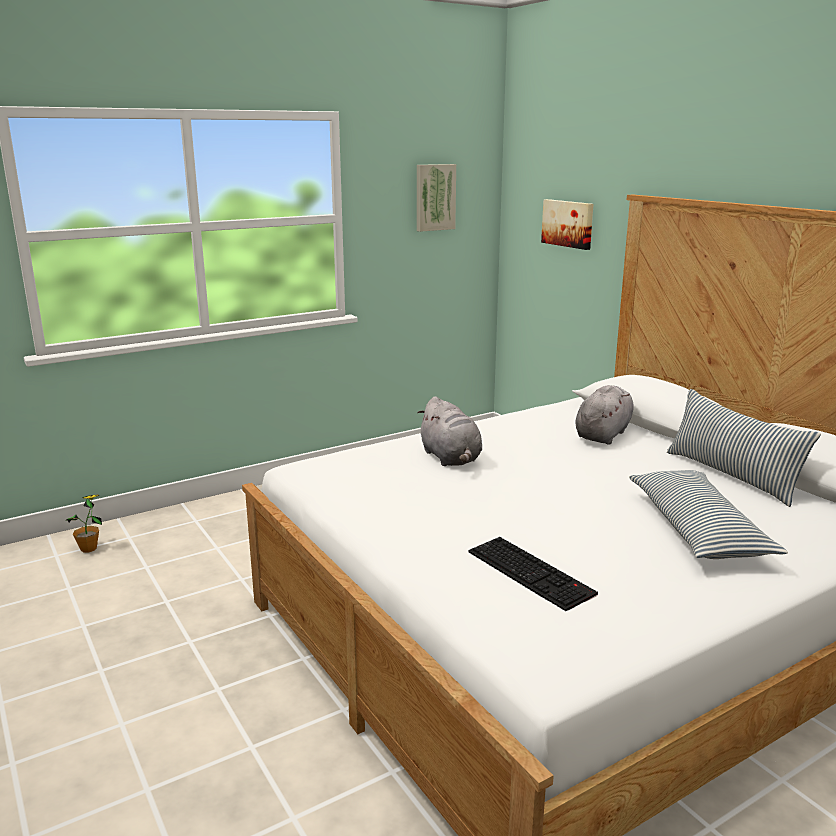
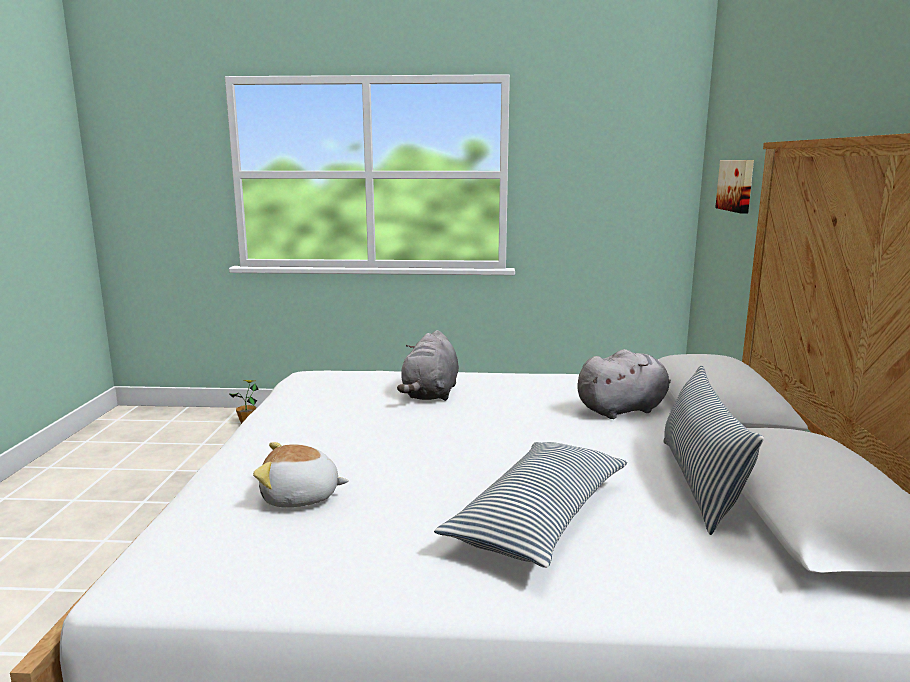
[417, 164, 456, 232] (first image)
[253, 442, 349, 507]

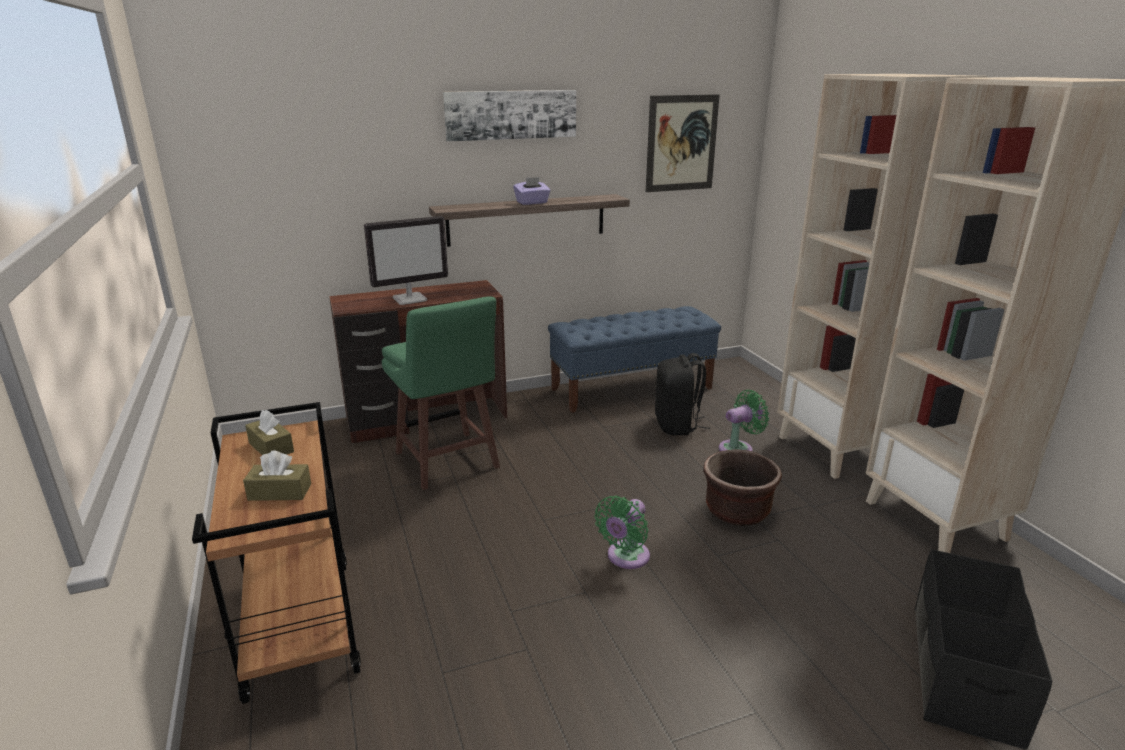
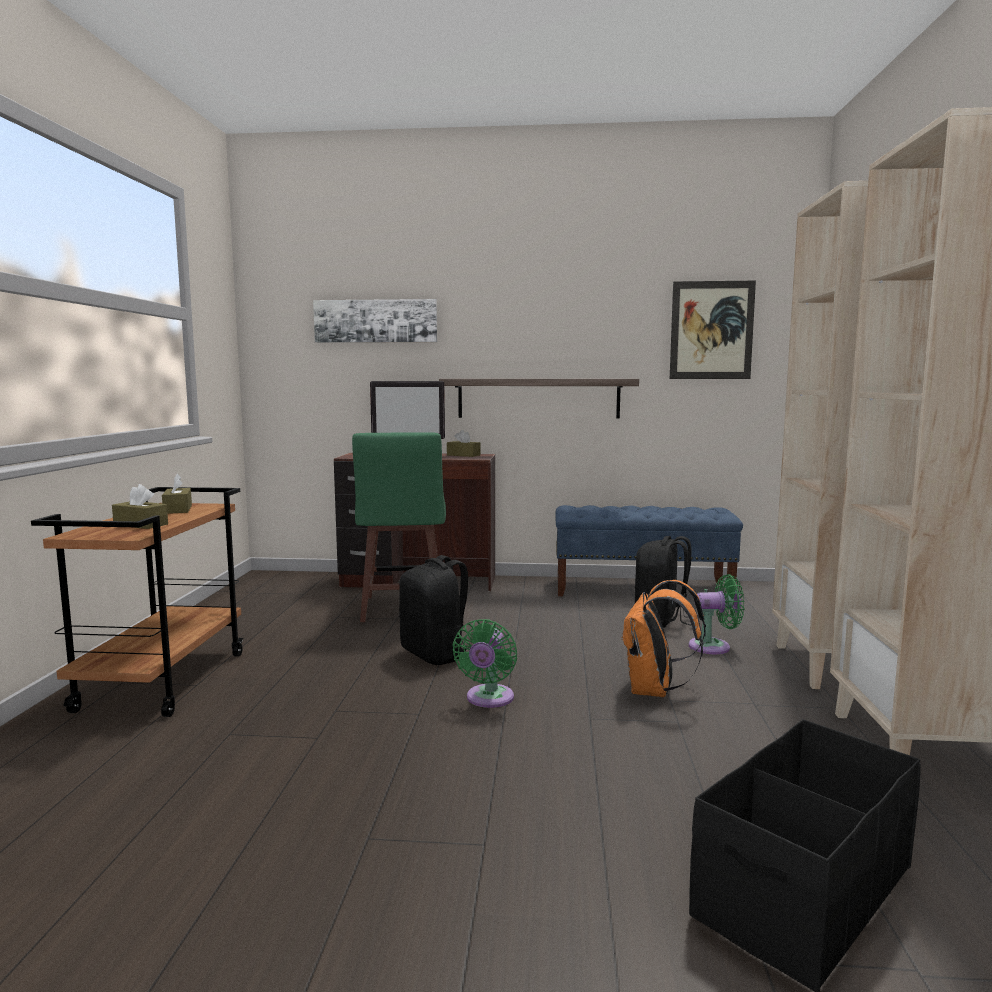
[313, 299, 437, 343]
[513, 177, 551, 205] (first image)
[453, 619, 517, 708]
[621, 580, 706, 697]
[399, 555, 471, 665]
[447, 430, 480, 457]

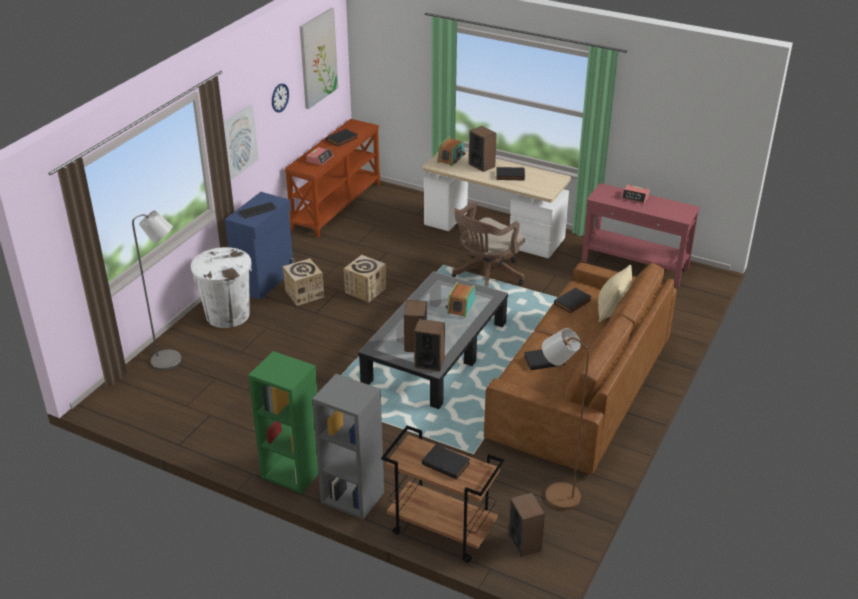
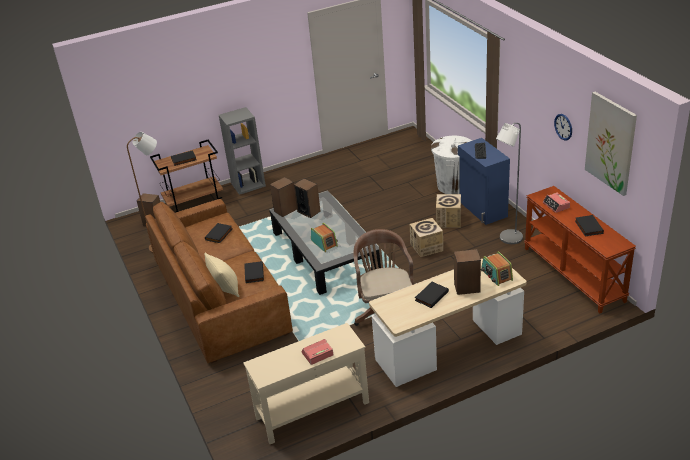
[496, 123, 523, 244]
[223, 105, 259, 180] (first image)
[248, 351, 318, 494] (first image)
[243, 323, 369, 444]

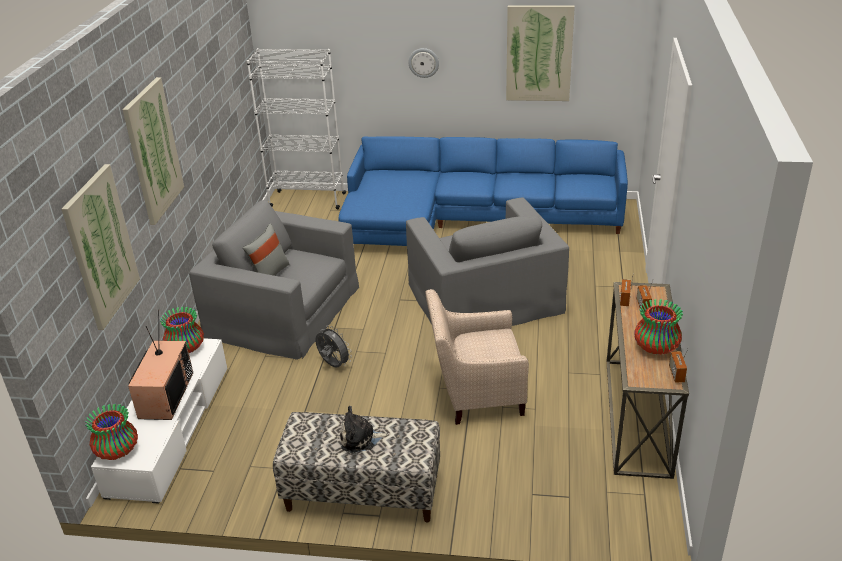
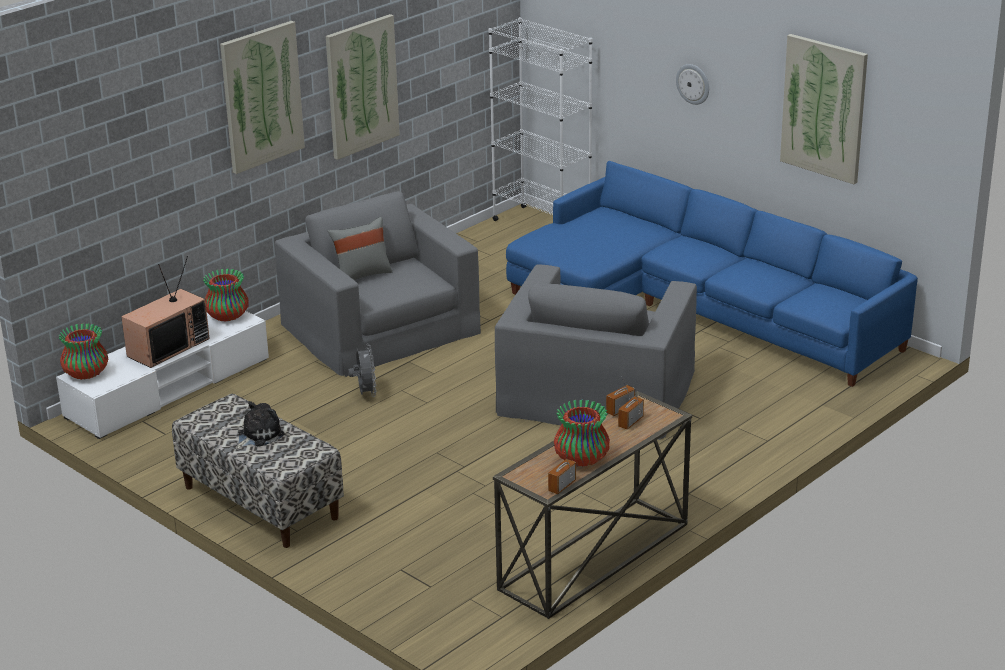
[326, 14, 400, 160]
[235, 401, 285, 449]
[425, 289, 529, 425] (first image)

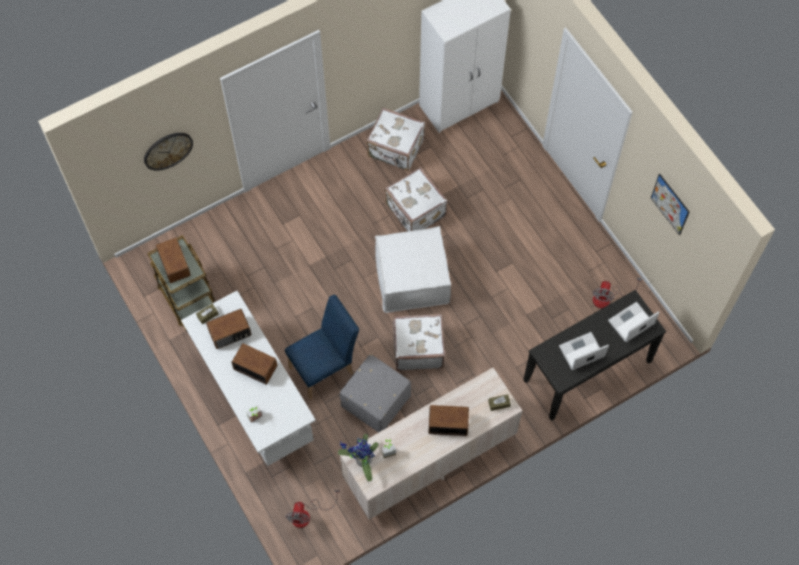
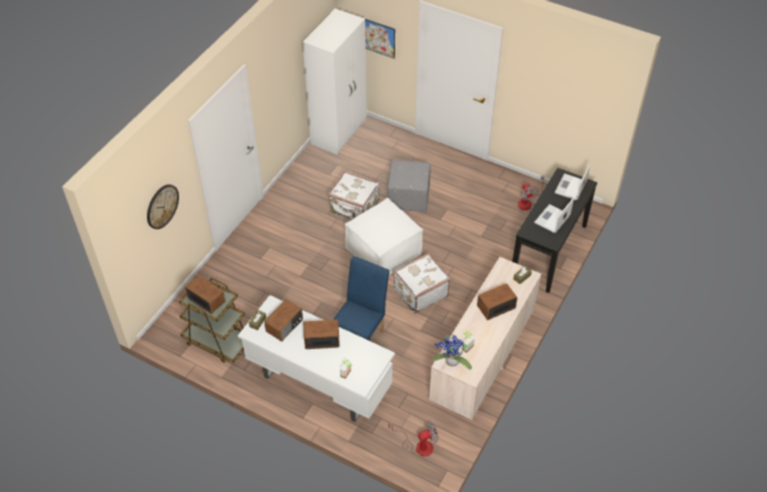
[388, 422, 438, 457]
[387, 160, 431, 212]
[366, 108, 425, 171] (first image)
[365, 19, 395, 59]

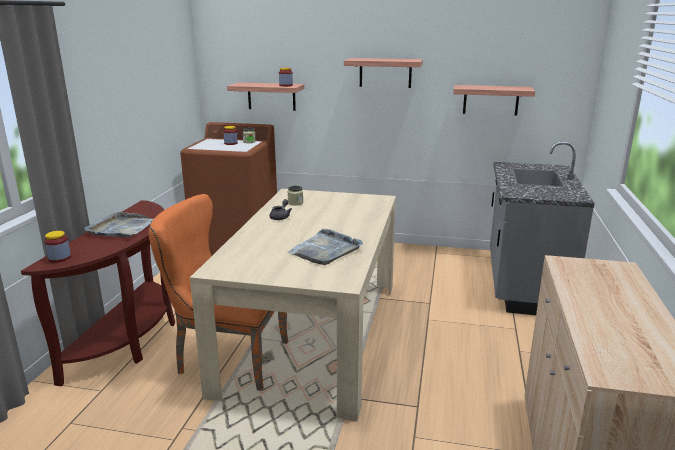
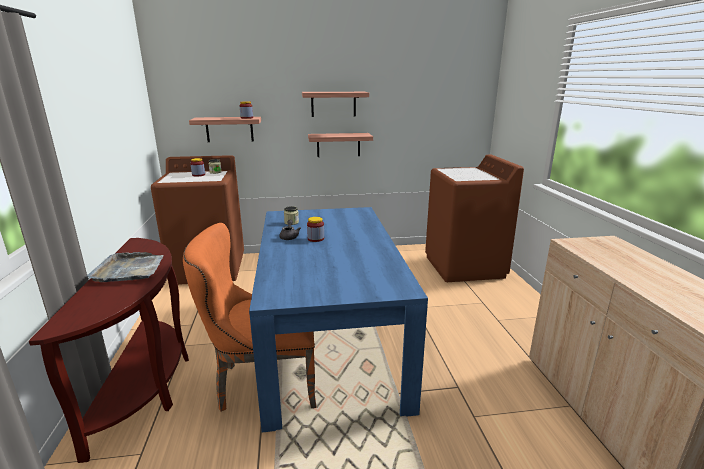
[307, 217, 324, 242]
[249, 207, 428, 432]
[288, 229, 363, 265] (first image)
[308, 133, 373, 157]
[425, 155, 524, 282]

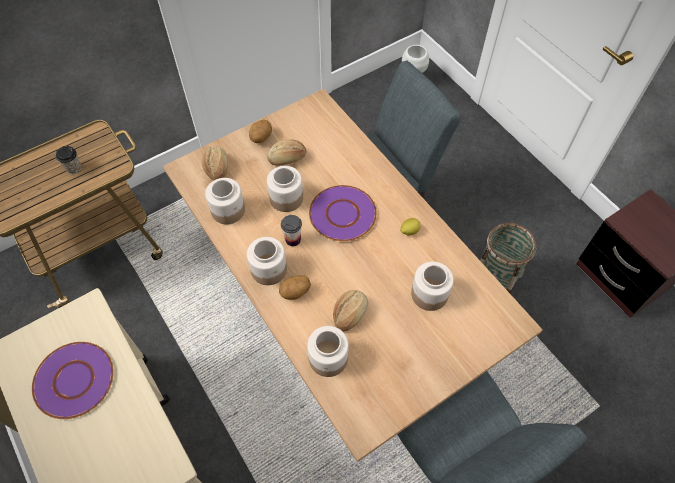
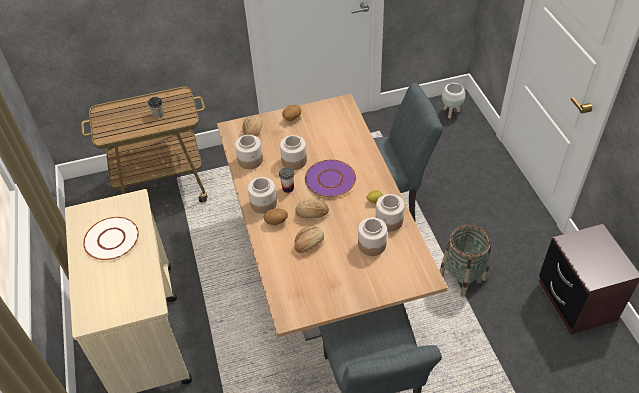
[83, 217, 139, 260]
[295, 198, 329, 218]
[376, 194, 405, 232]

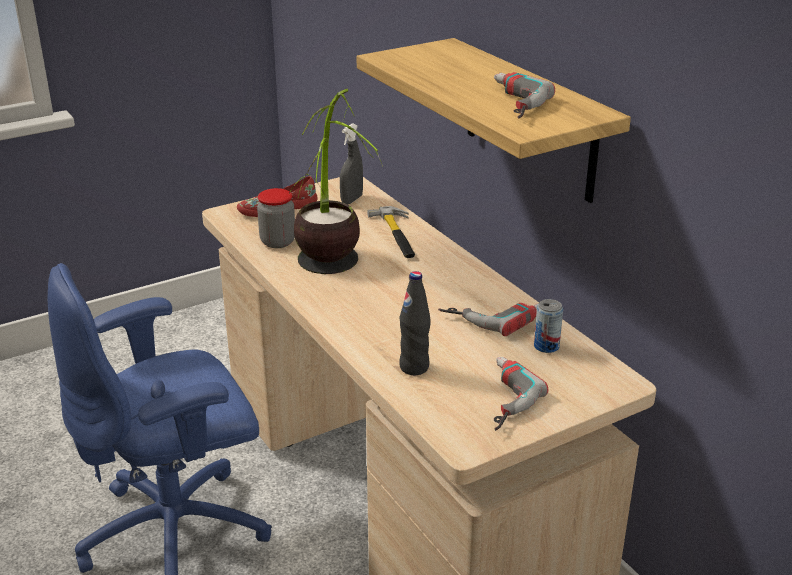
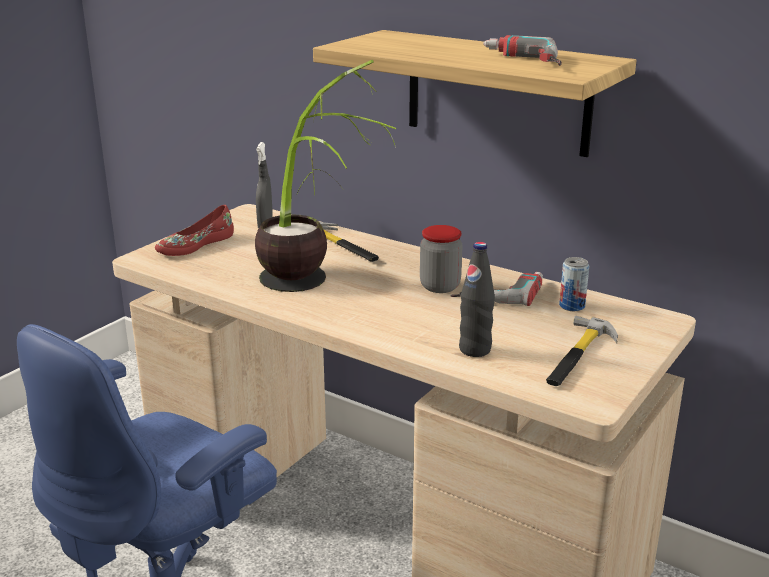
[420, 225, 463, 293]
[546, 315, 618, 386]

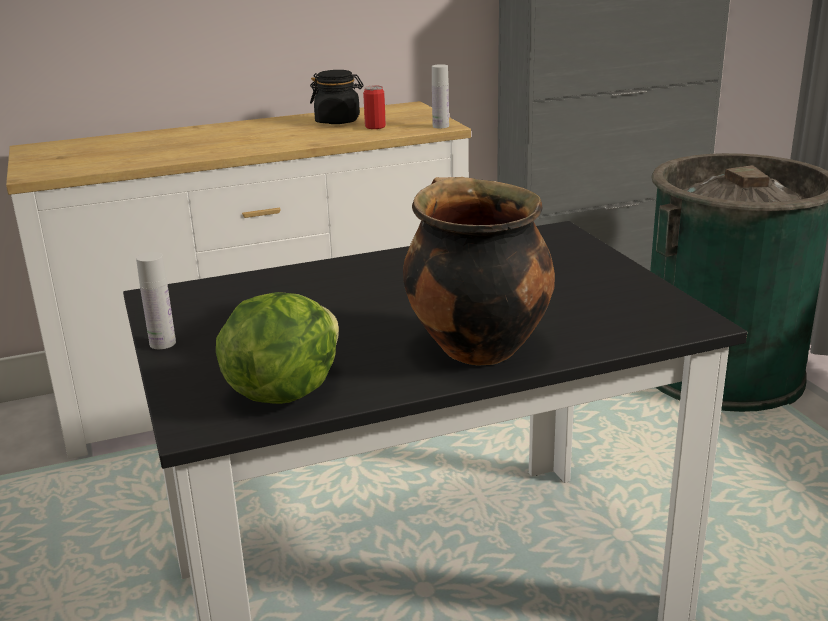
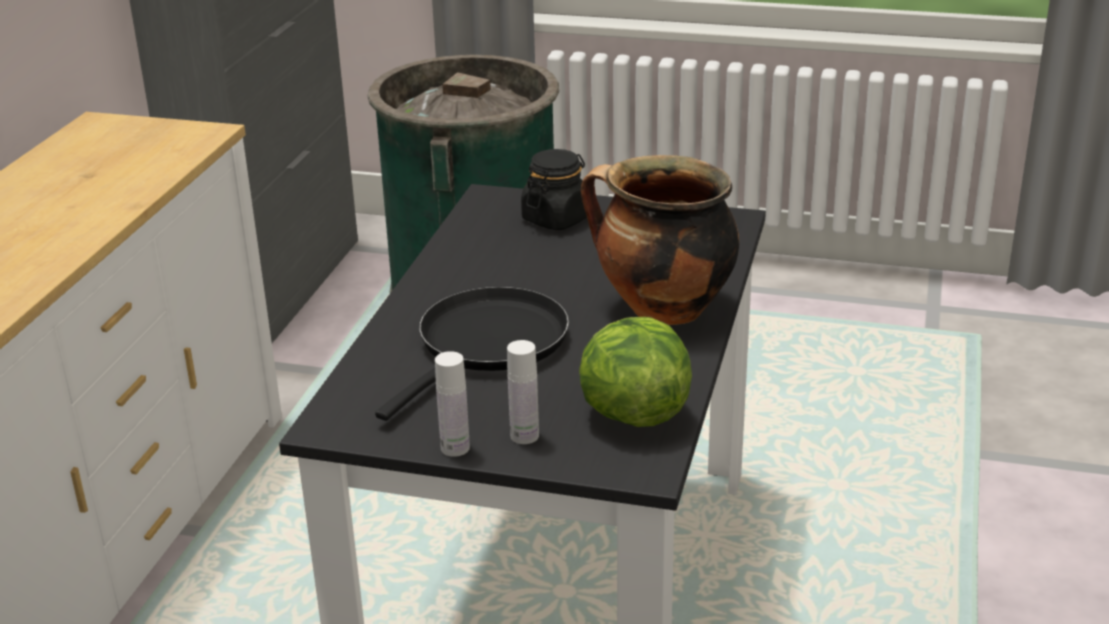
[521, 149, 587, 230]
[363, 85, 386, 129] (first image)
[507, 340, 539, 444]
[375, 287, 569, 421]

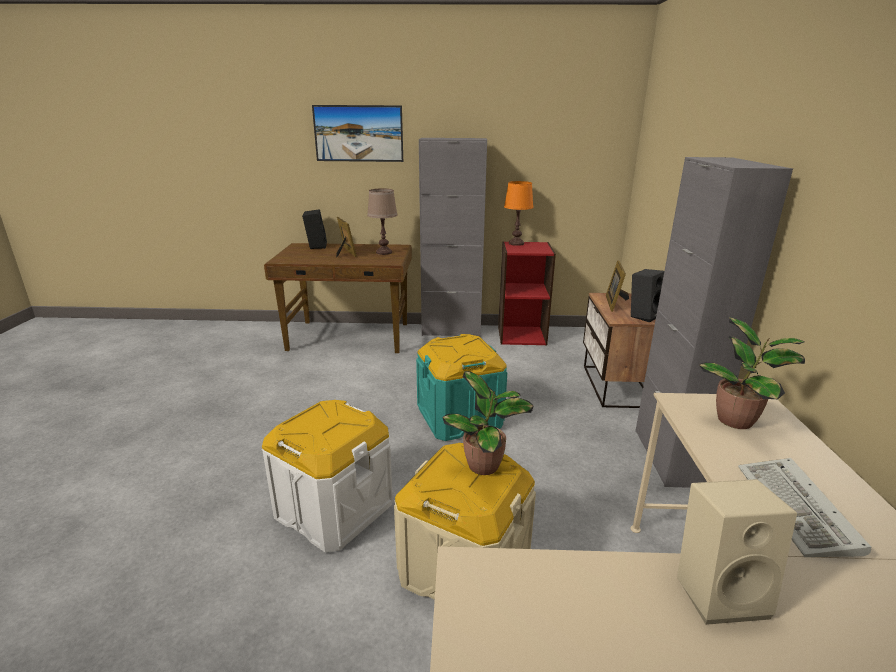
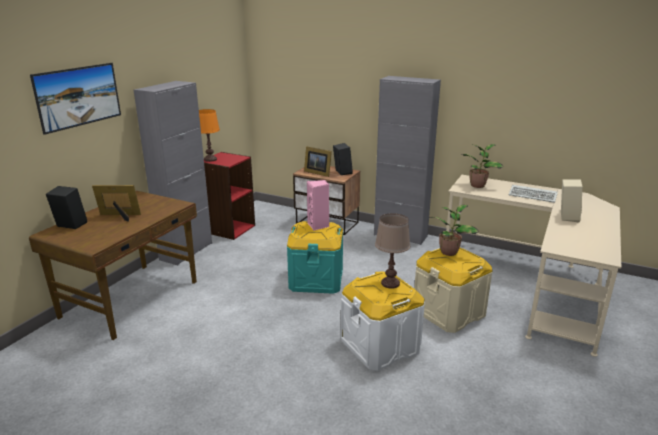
[375, 213, 410, 289]
[307, 180, 329, 231]

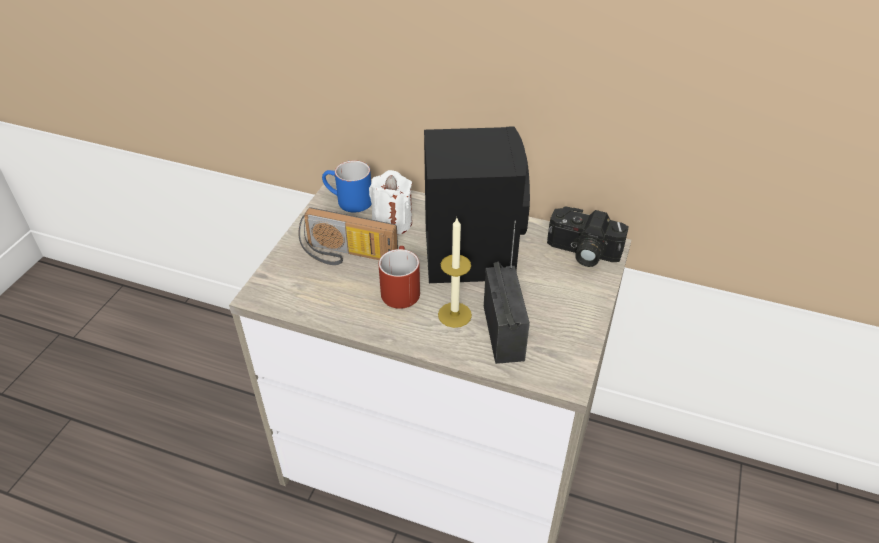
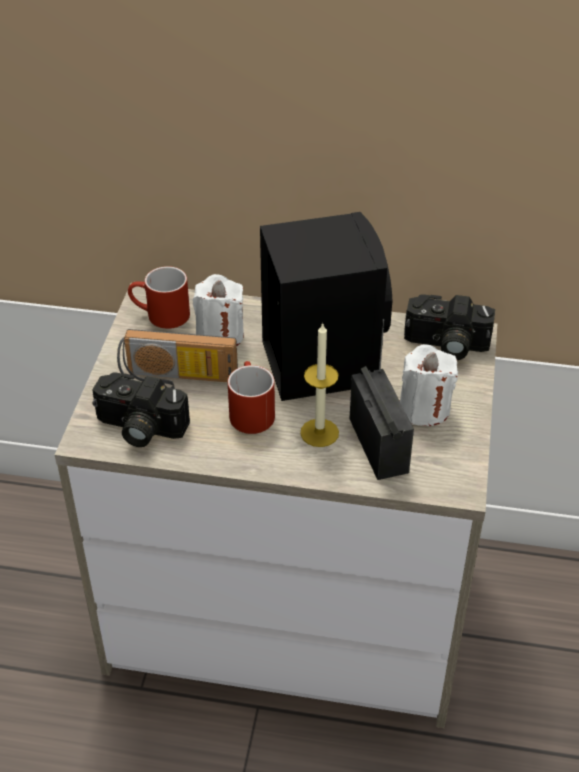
[128, 266, 190, 329]
[92, 372, 190, 447]
[400, 344, 458, 426]

